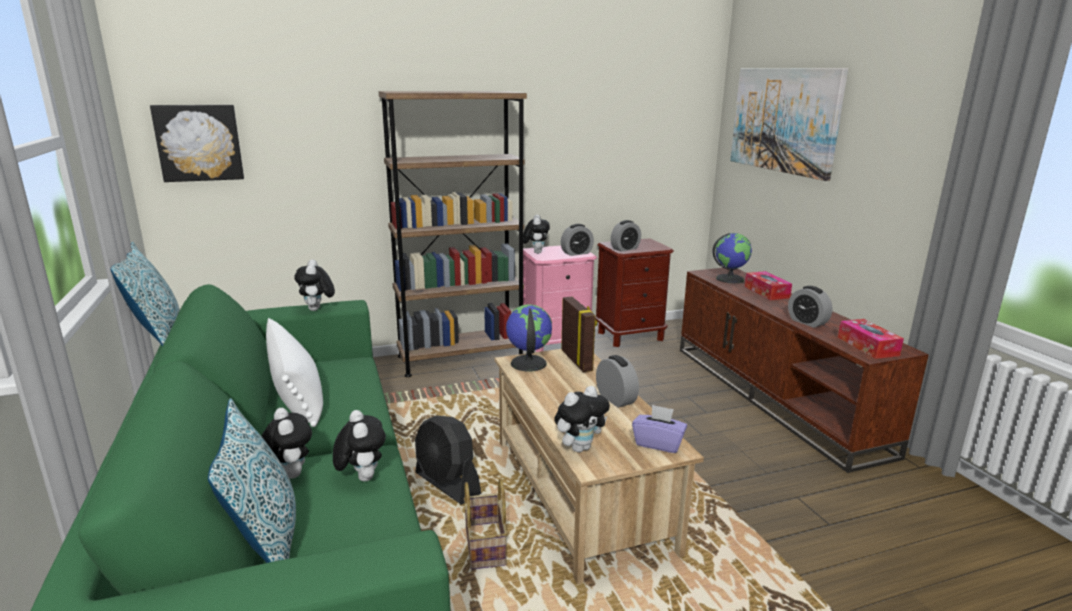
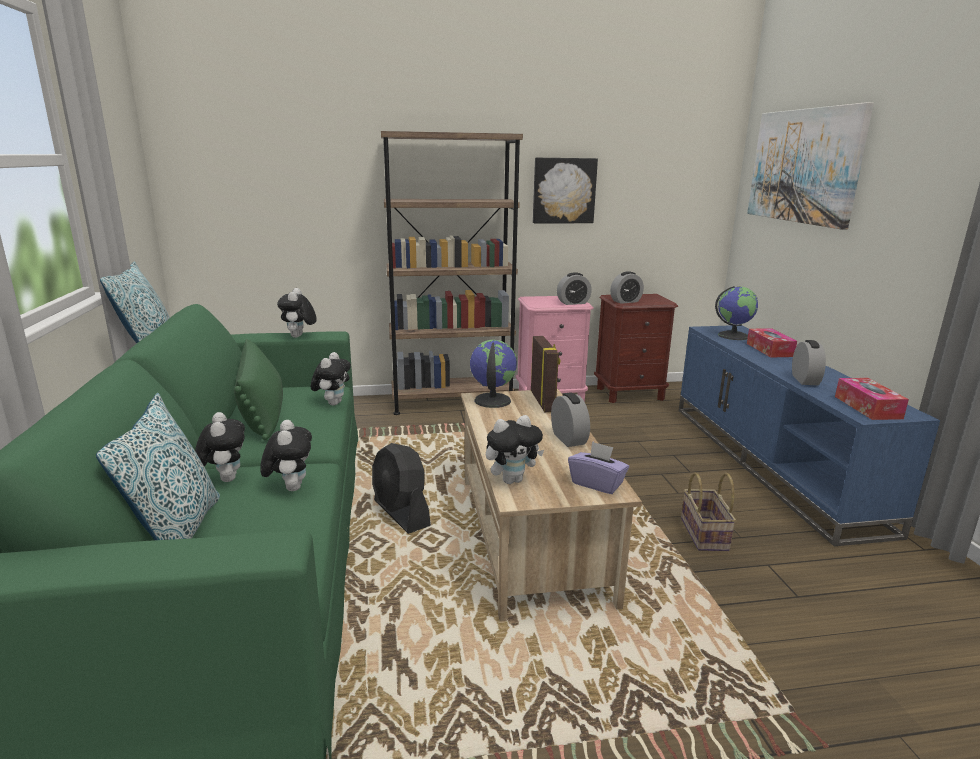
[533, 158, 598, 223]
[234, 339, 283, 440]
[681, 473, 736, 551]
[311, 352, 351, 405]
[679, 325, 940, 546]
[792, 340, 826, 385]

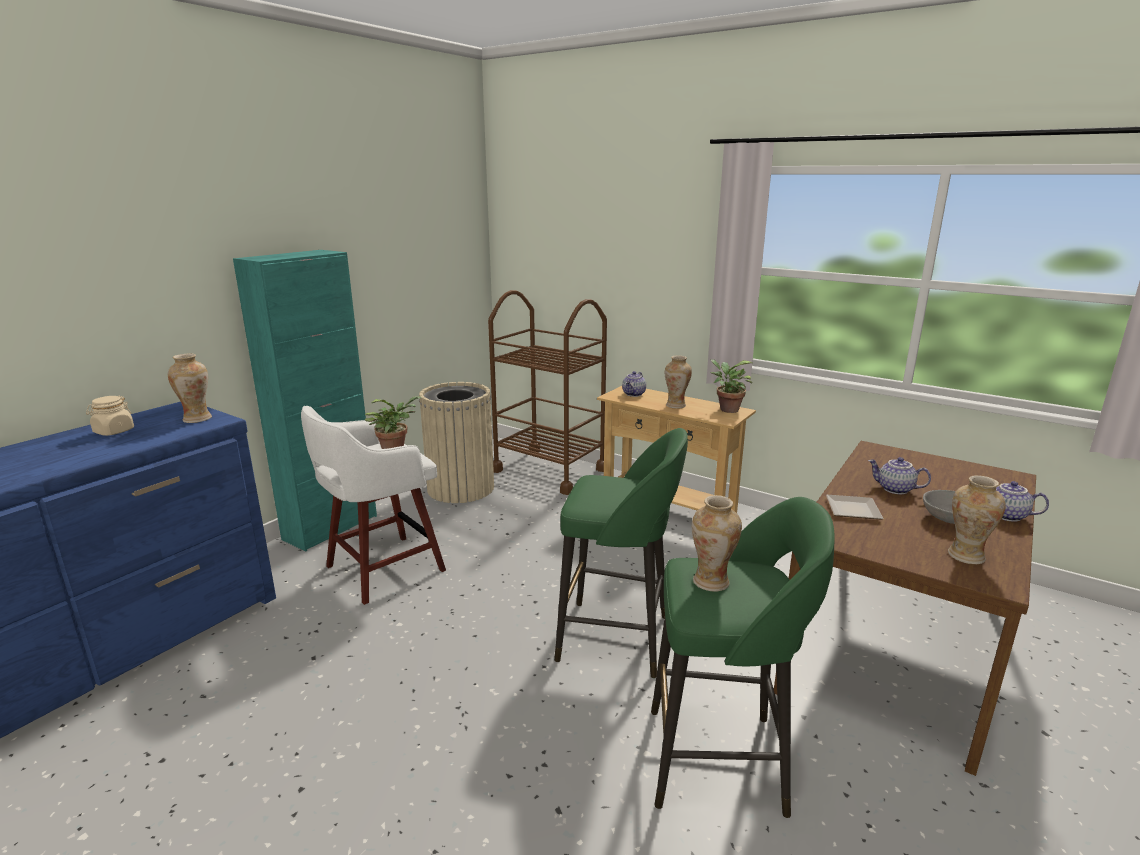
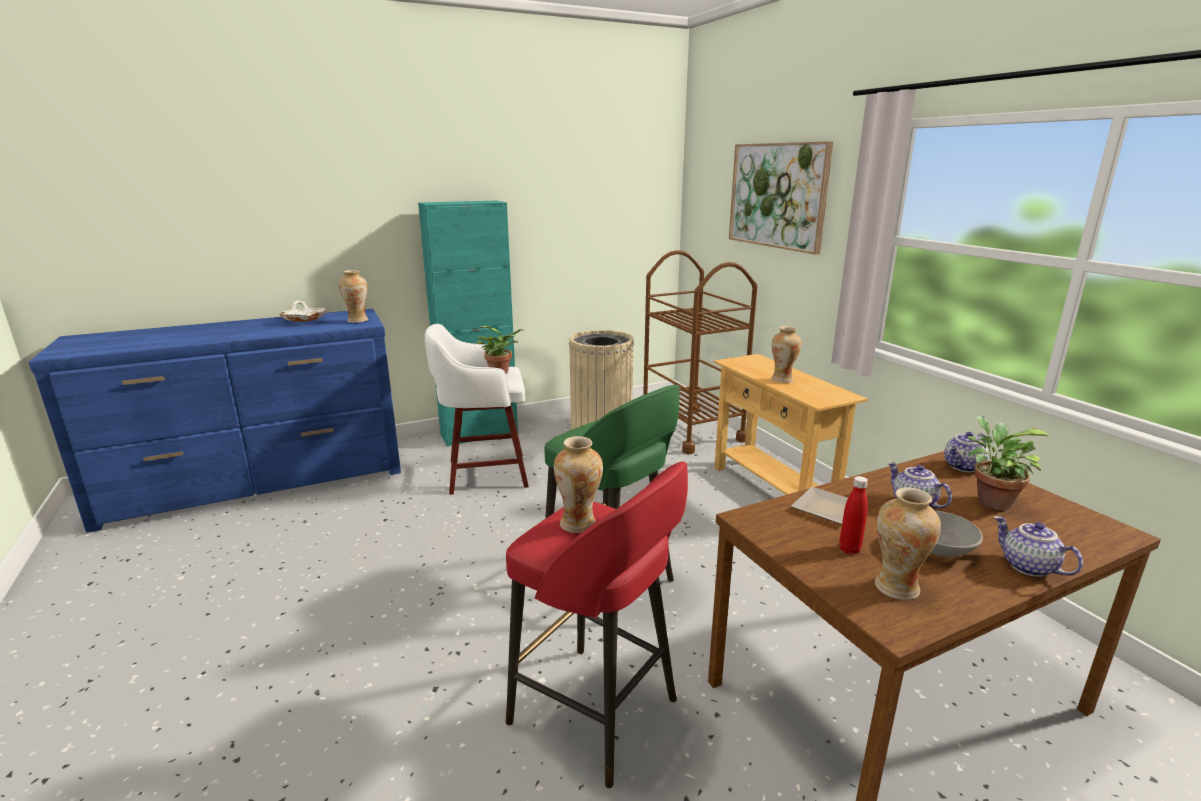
[279, 301, 326, 322]
[944, 432, 989, 472]
[506, 461, 688, 788]
[968, 415, 1051, 510]
[729, 141, 833, 255]
[839, 476, 868, 554]

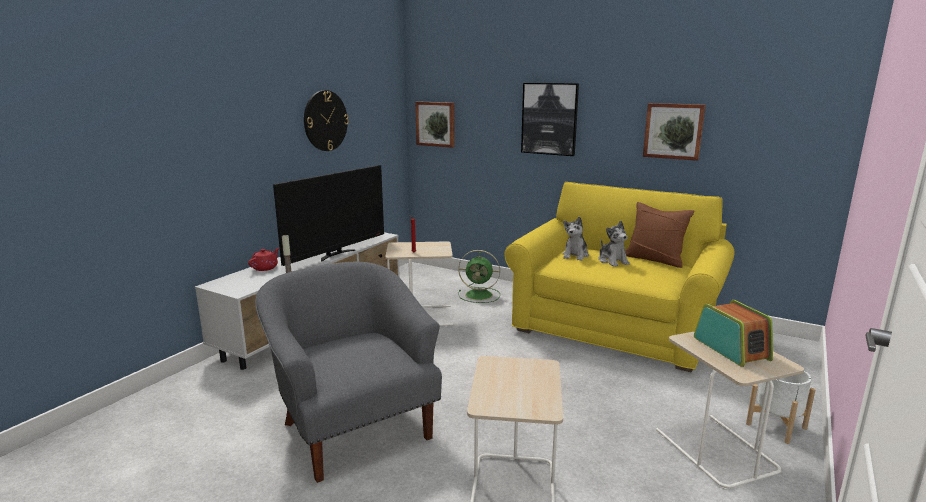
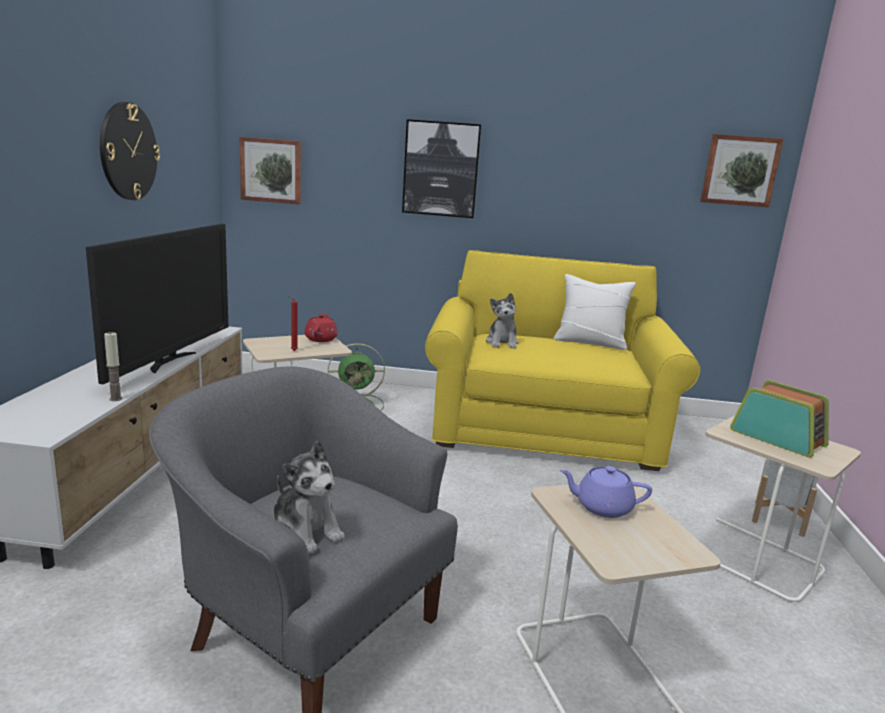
[304, 313, 338, 342]
[273, 441, 345, 553]
[553, 274, 636, 350]
[700, 134, 784, 207]
[560, 466, 652, 518]

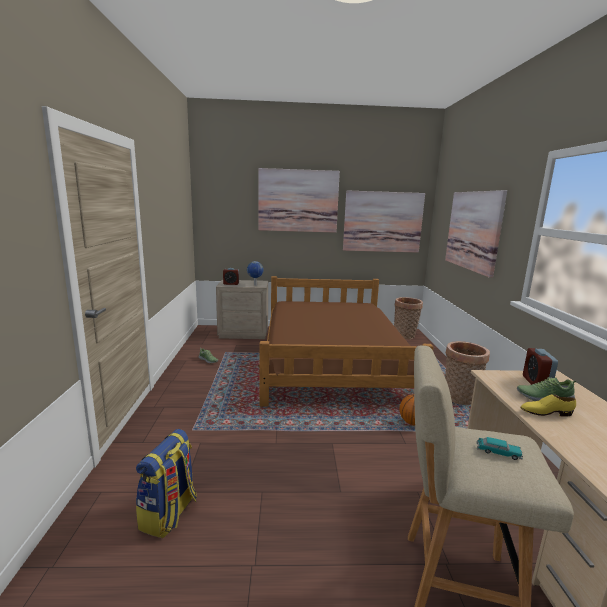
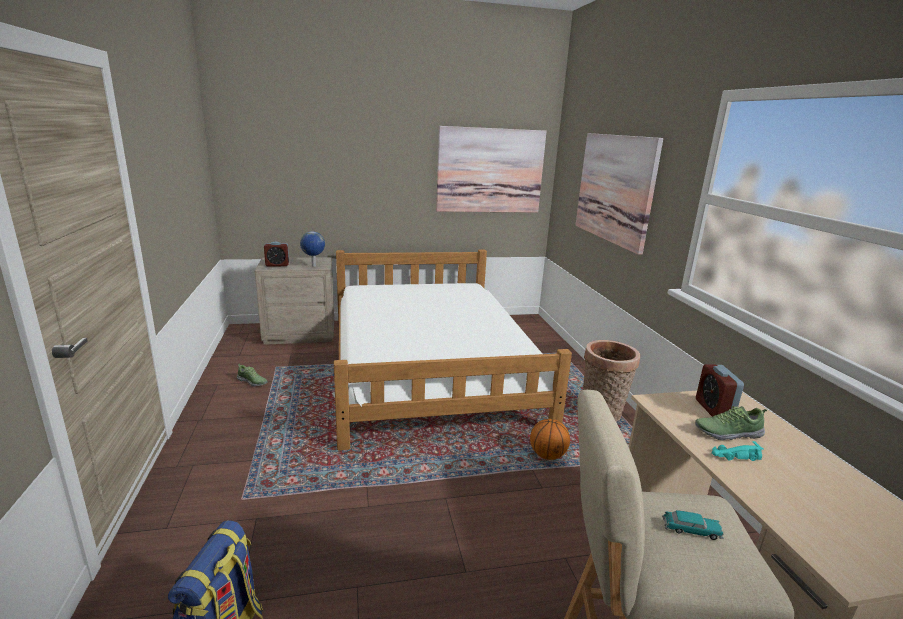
[258, 168, 340, 233] (first image)
[332, 250, 572, 450]
[394, 297, 423, 339] (first image)
[712, 441, 764, 461]

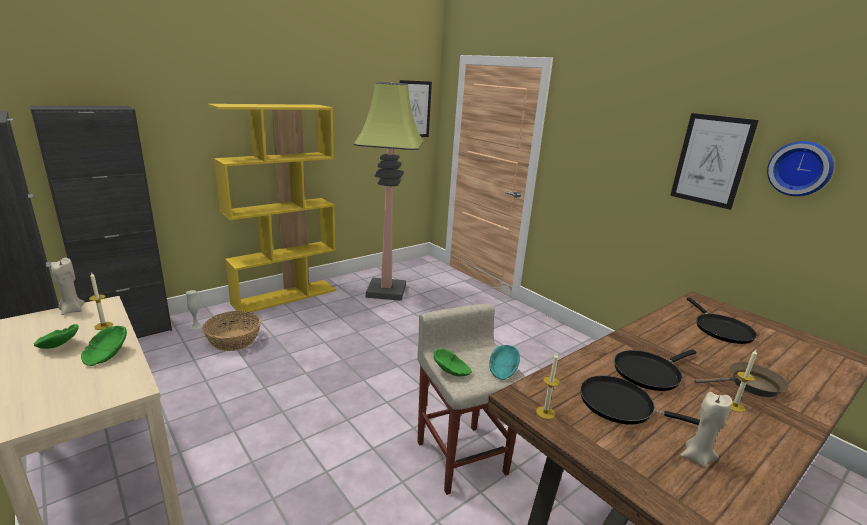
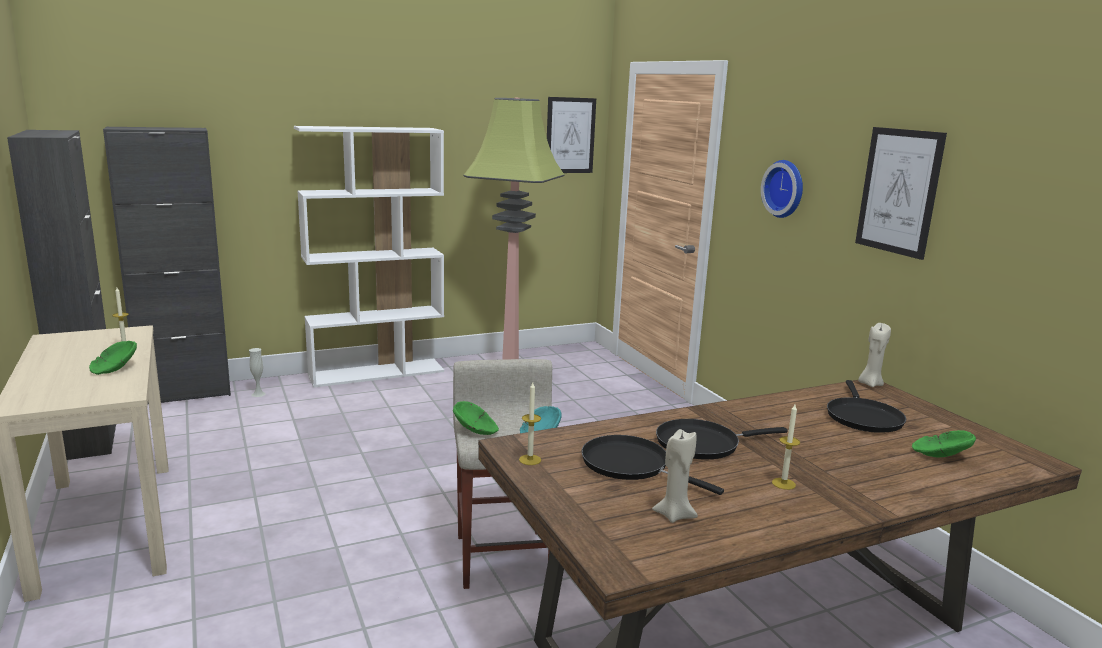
[912, 430, 976, 457]
[858, 323, 891, 387]
[203, 311, 261, 351] (first image)
[294, 126, 444, 388]
[694, 362, 789, 397] (first image)
[761, 160, 803, 218]

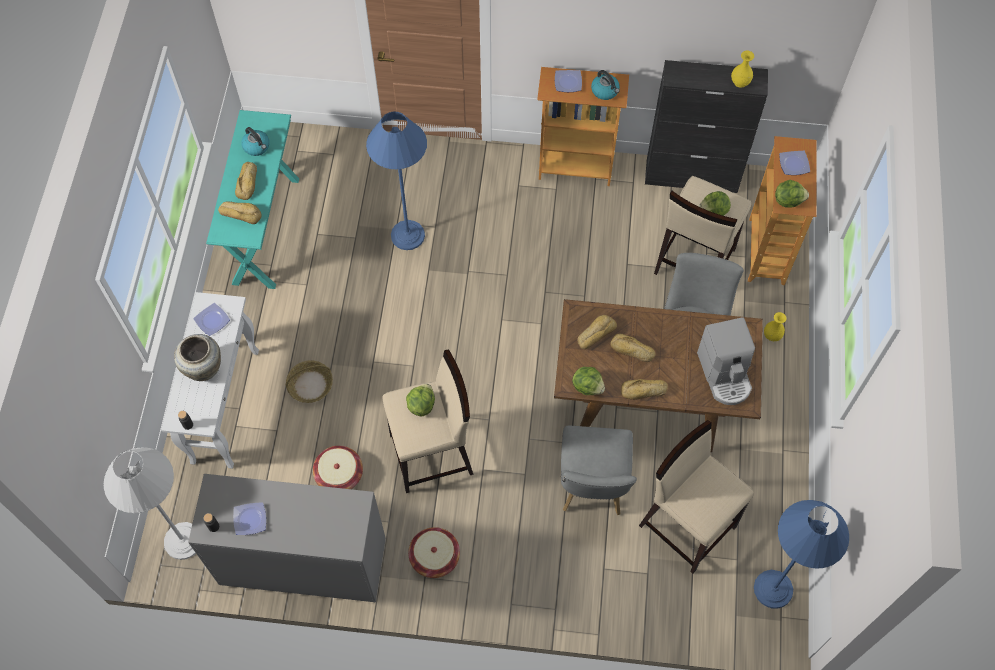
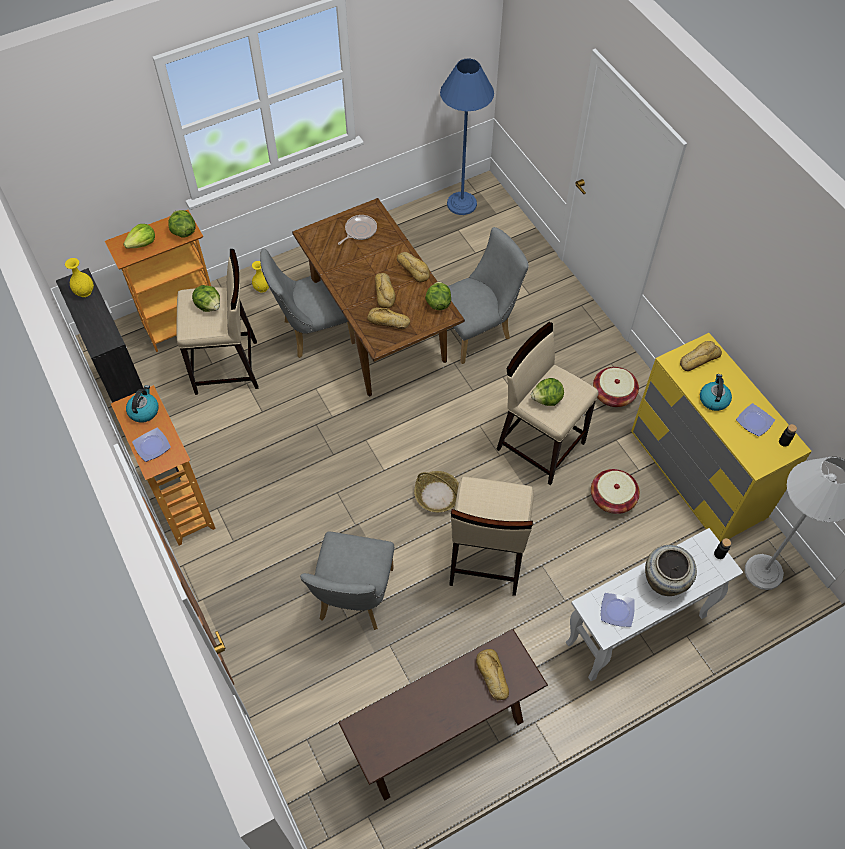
[631, 333, 812, 542]
[338, 629, 548, 801]
[680, 341, 722, 371]
[700, 374, 732, 411]
[414, 471, 459, 512]
[300, 531, 394, 630]
[449, 477, 534, 596]
[338, 215, 377, 245]
[123, 224, 155, 249]

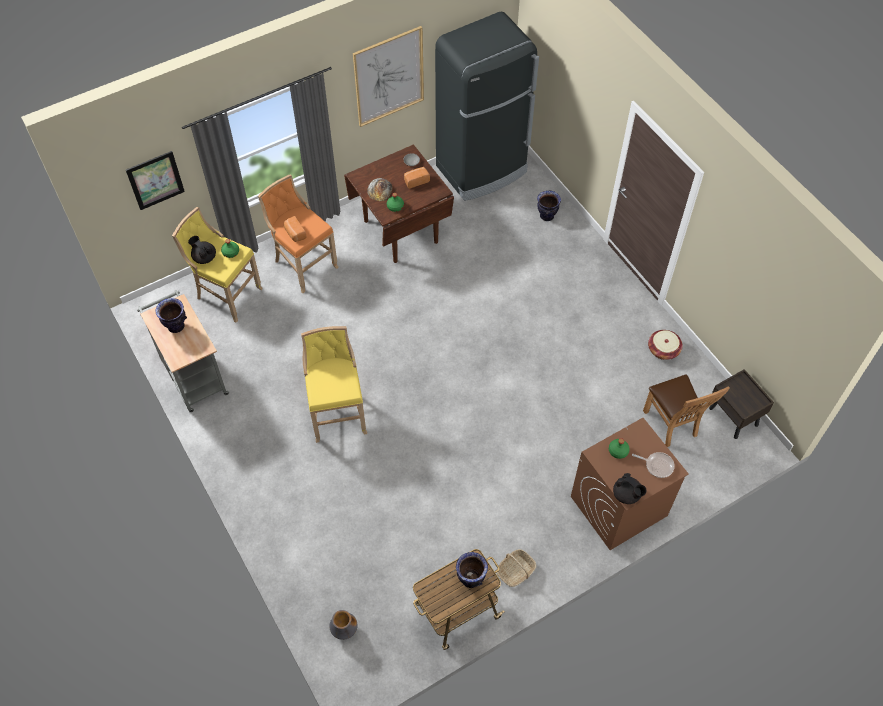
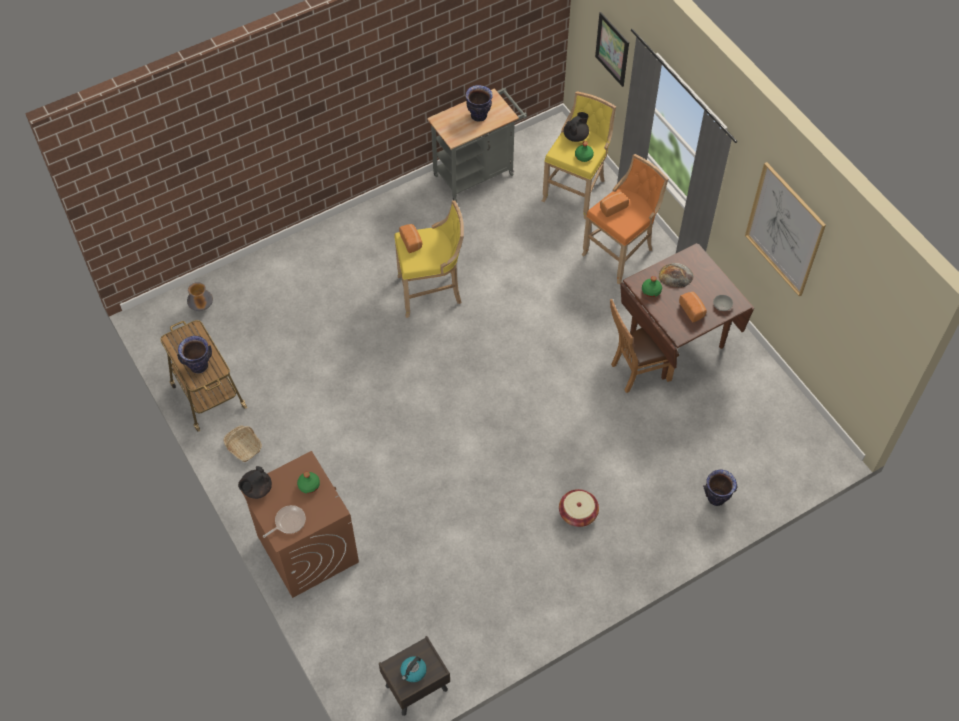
[435, 12, 539, 201] (first image)
[263, 505, 306, 538]
[610, 299, 679, 393]
[559, 489, 599, 527]
[399, 224, 422, 253]
[401, 656, 427, 682]

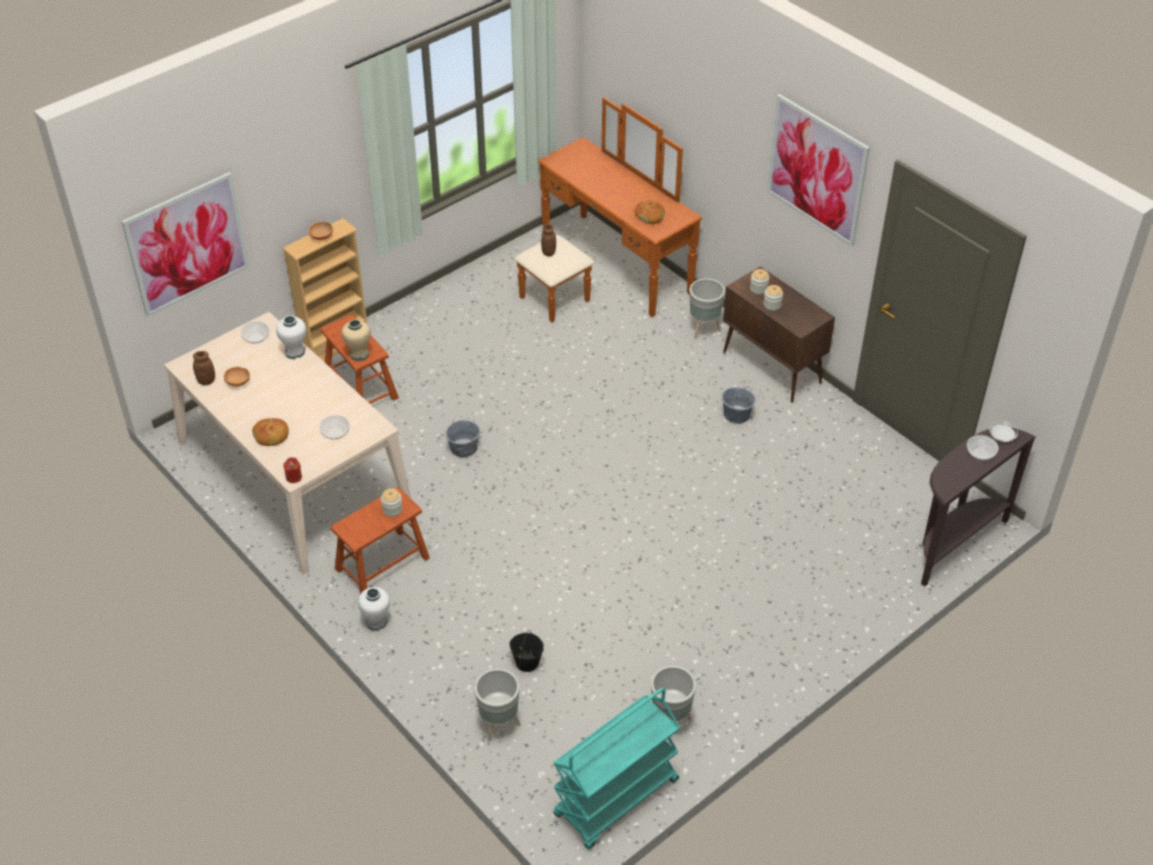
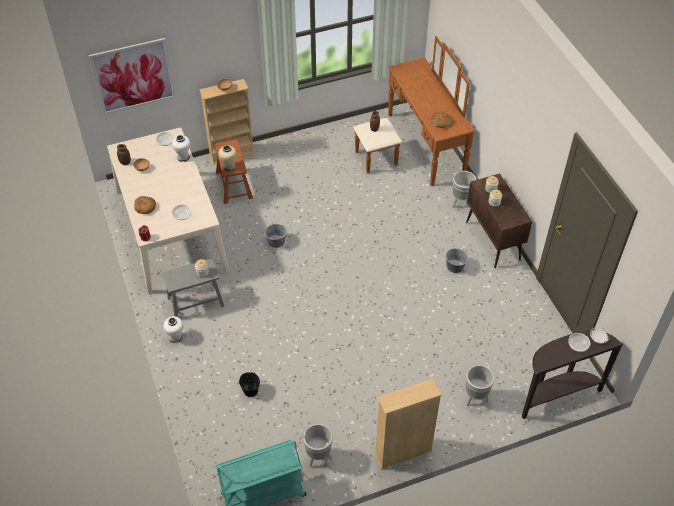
[162, 259, 224, 317]
[465, 365, 495, 406]
[767, 94, 870, 247] (first image)
[374, 379, 442, 469]

